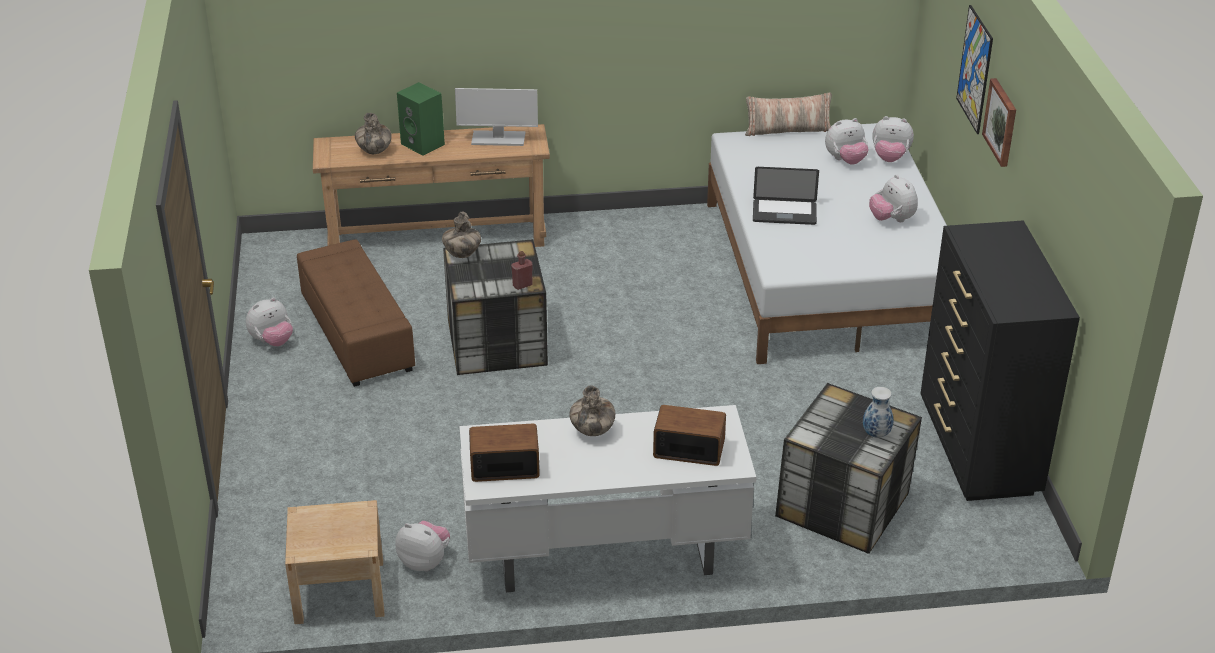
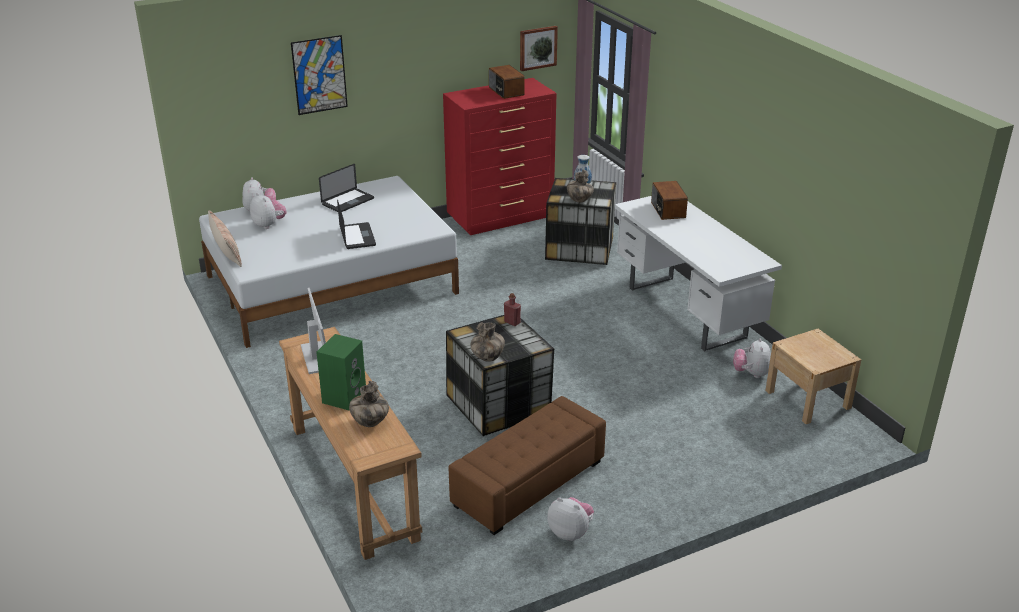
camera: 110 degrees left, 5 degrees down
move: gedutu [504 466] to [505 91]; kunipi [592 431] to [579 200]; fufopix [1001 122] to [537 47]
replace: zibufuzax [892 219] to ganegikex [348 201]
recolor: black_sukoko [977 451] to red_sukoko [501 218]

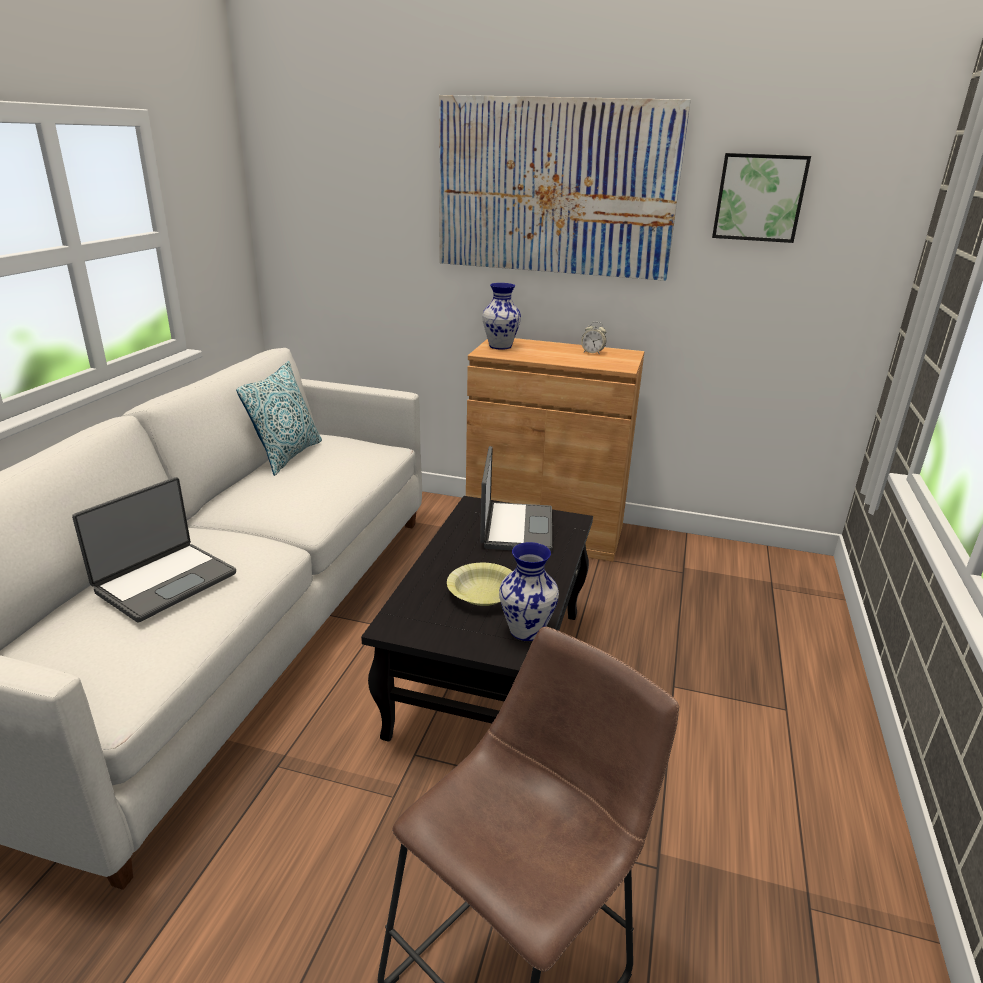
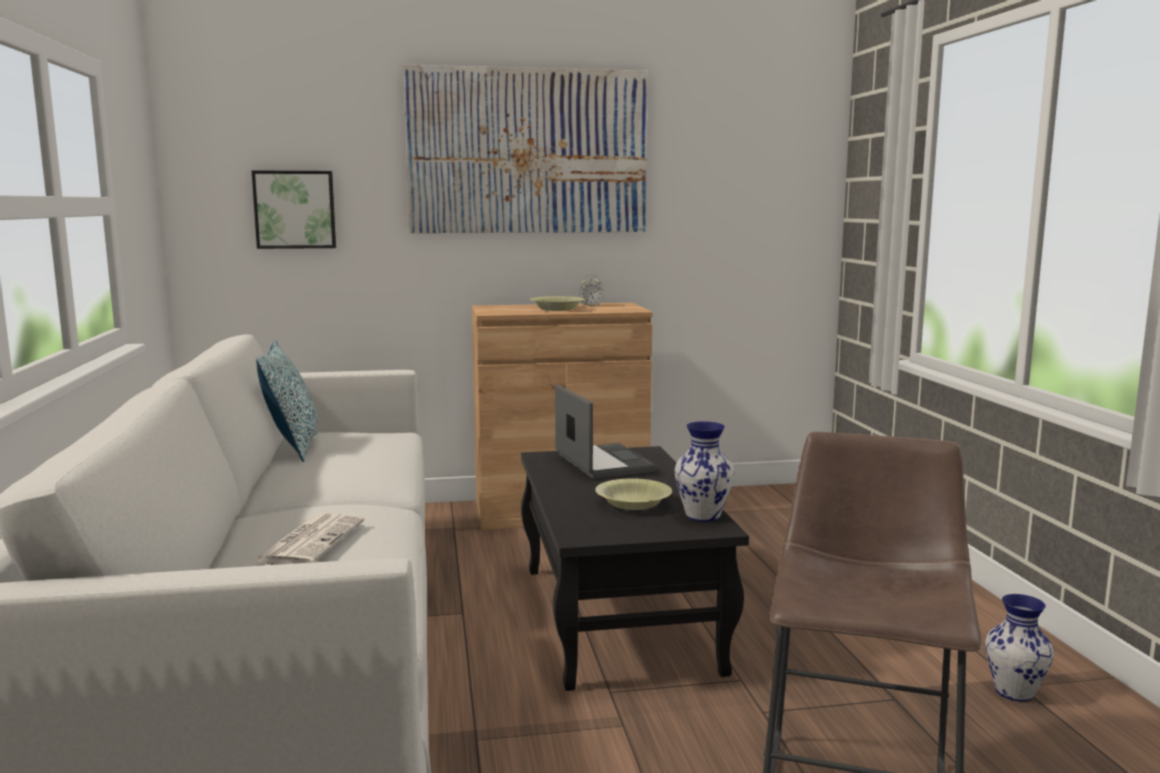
camera: 25 degrees left, 15 degrees down
insert: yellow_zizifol [557 309]
move: kunipi [499 346] to [1013 692]; fufopix [759 197] to [295 209]
replace: ganegikex [165 582] to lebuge [310 541]

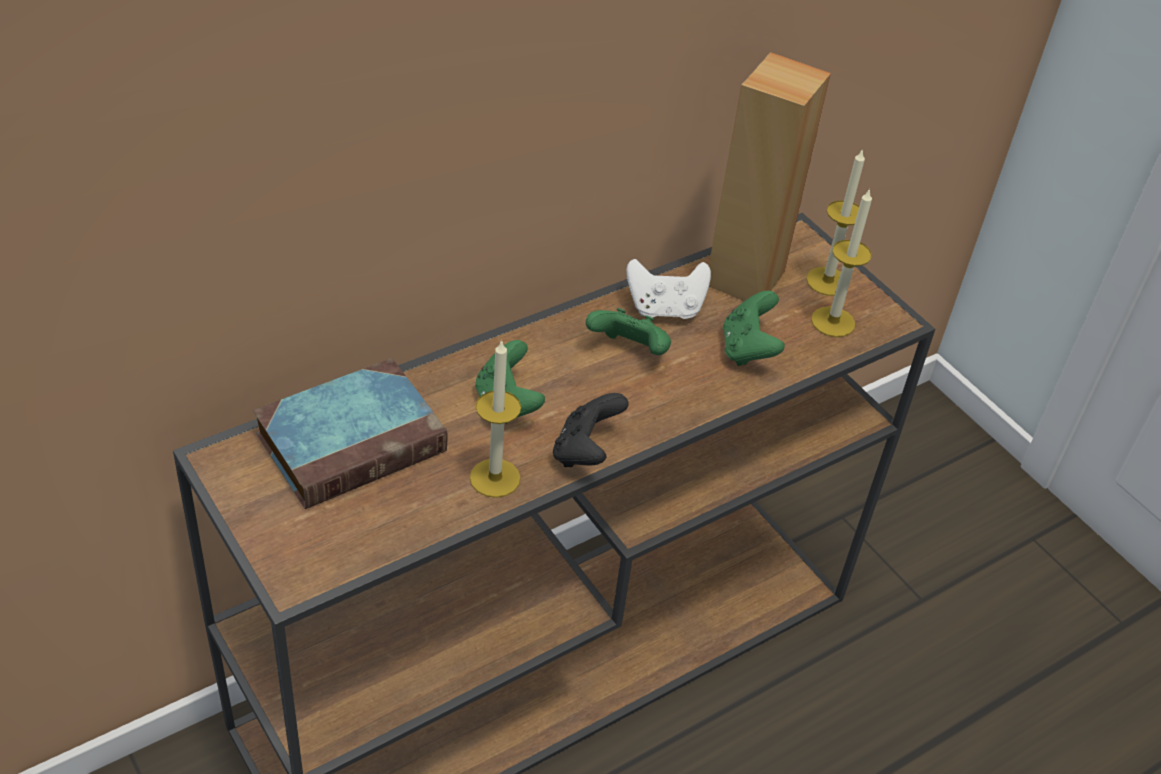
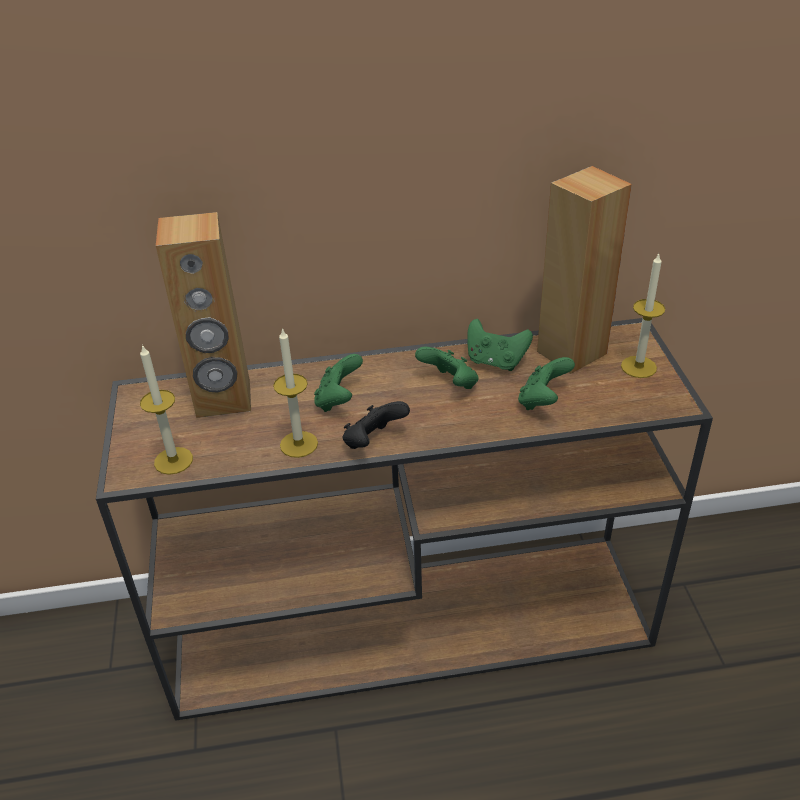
camera: 30 degrees right, 5 degrees down
move: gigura [833 322] to [173 460]
replace: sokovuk [354 440] to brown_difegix [223 399]
recolor: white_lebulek [665 309] to green_lebulek [495 361]

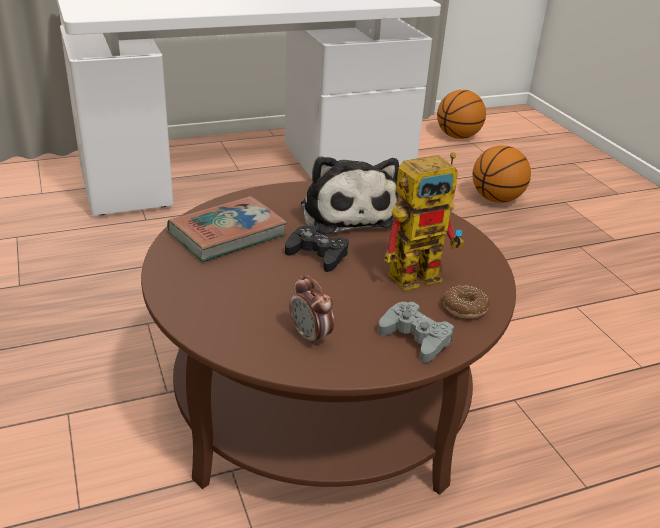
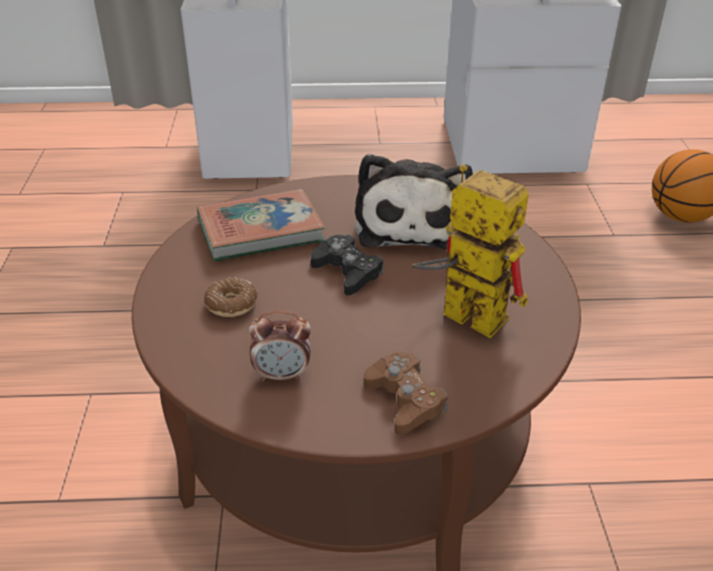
camera: 20 degrees right, 5 degrees up
delete: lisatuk [458 136]
move: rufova [464 308] to [231 304]
recolor: grey_lebulek [415 338] to brown_lebulek [404 400]
rotate: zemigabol [310 337] = [282 375] 75 degrees counterclockwise; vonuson [421 272] = [460 314] 135 degrees counterclockwise

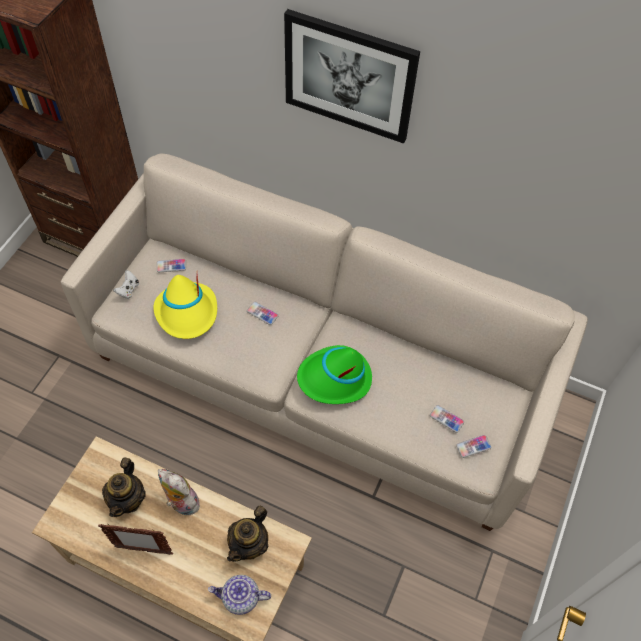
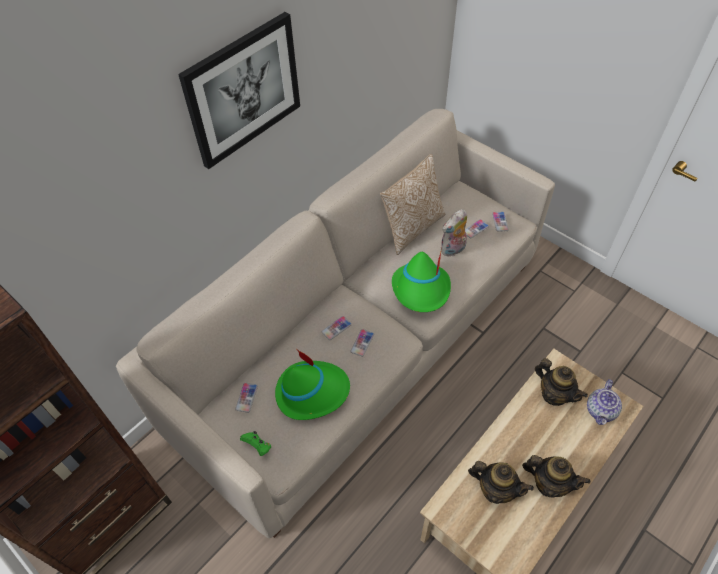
camera: 70 degrees left, 5 degrees down
insert: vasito [362 343]; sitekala [412 228]
move: zibufuzax [181 503] to [453 250]
replace: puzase [143 550] to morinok [549 483]
recolor: white_lebulek [128 290] to green_lebulek [258 446]; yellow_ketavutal [187 313] to green_ketavutal [312 392]

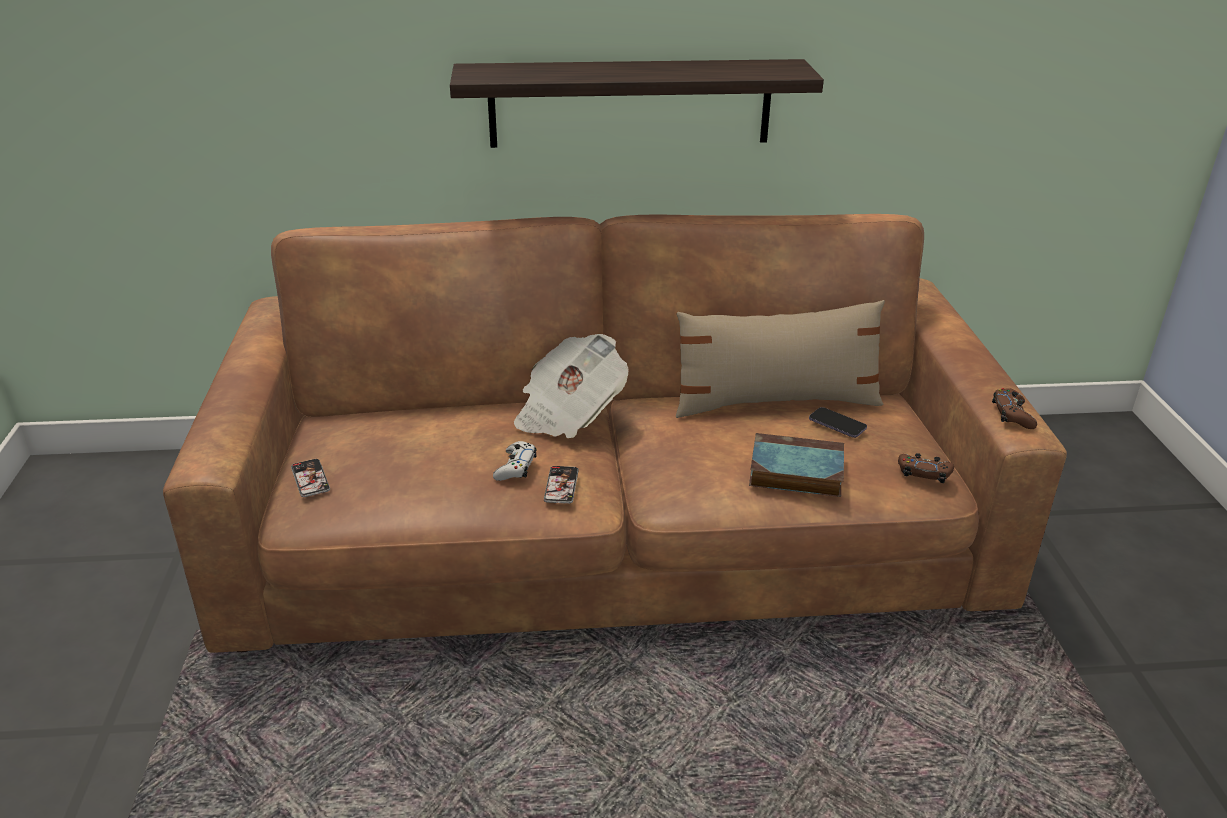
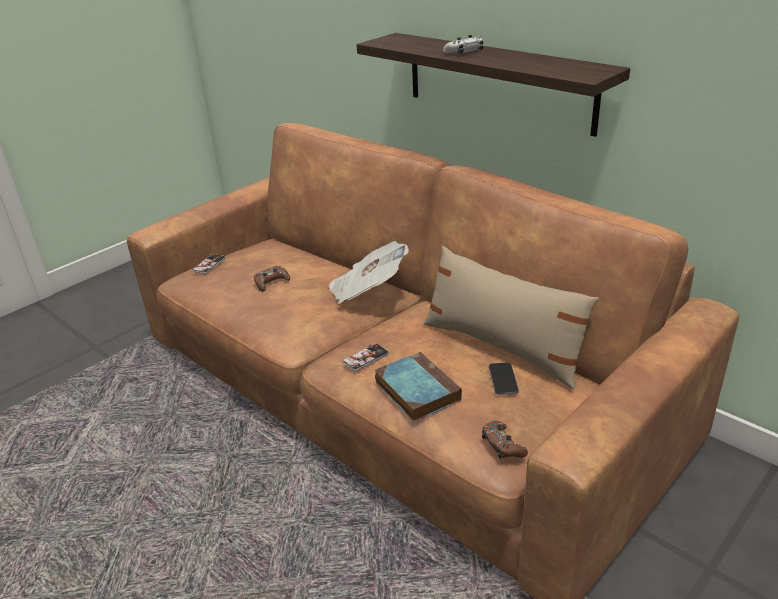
camera: 50 degrees right, 0 degrees up
move: white_lebulek [515 467] to [464 52]; vasito [561 485] to [366 358]; brown_lebulek [1012 415] to [271 282]

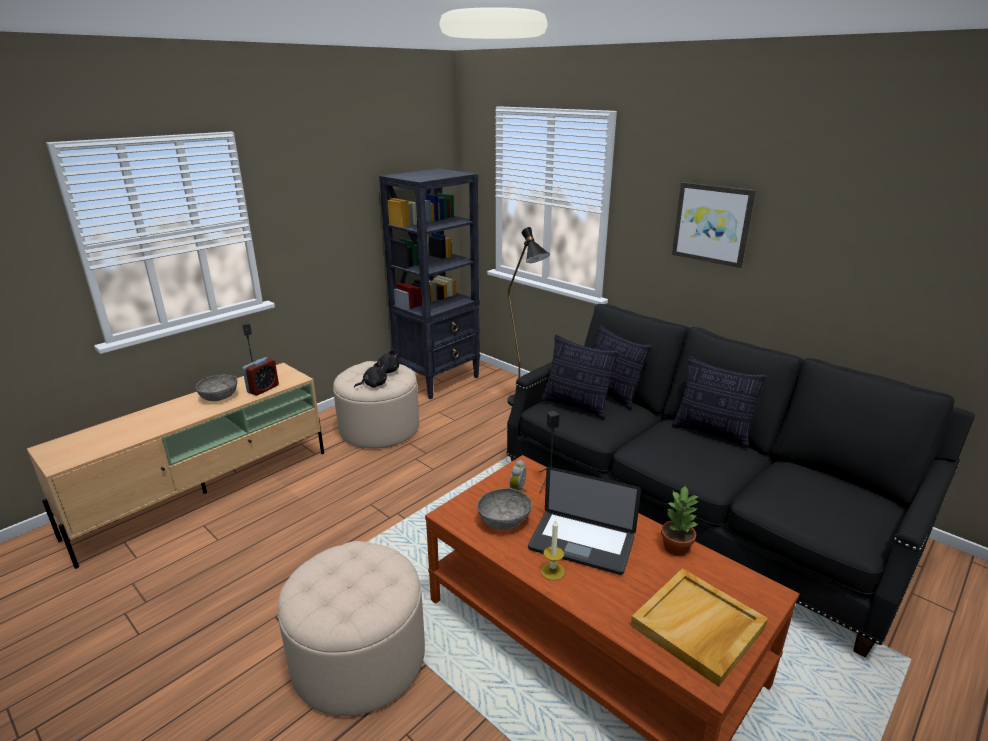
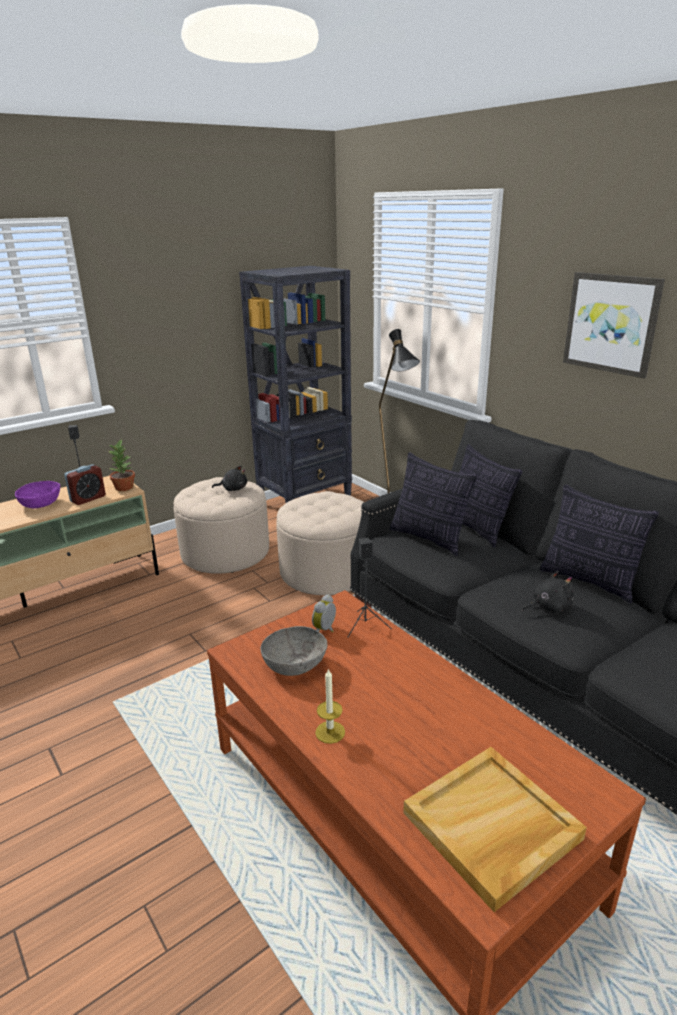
camera: 10 degrees right, 0 degrees up
delete: ganegikex [581 543]
move: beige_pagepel [359 658] to [326 571]; black_zibufuzax [373 385] to [549 607]; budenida [676 547] to [125 487]
recolor: grey_zizifol [219 396] to purple_zizifol [41 504]

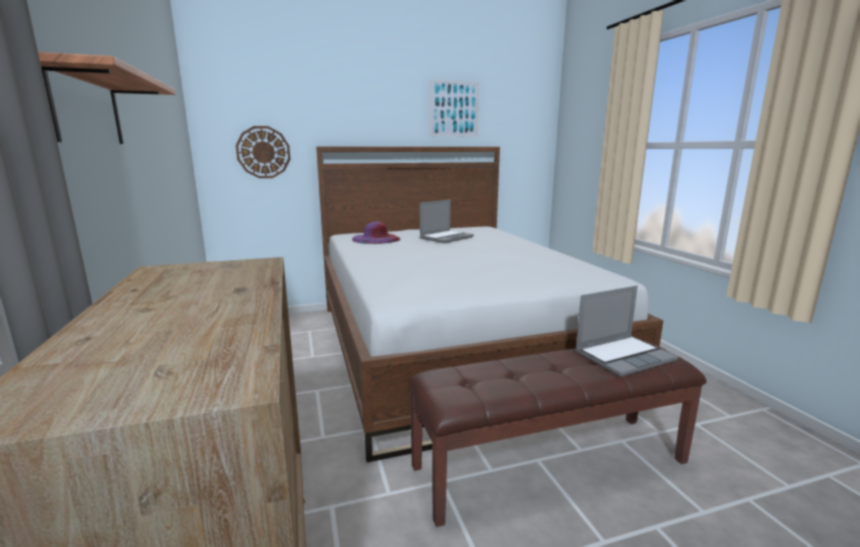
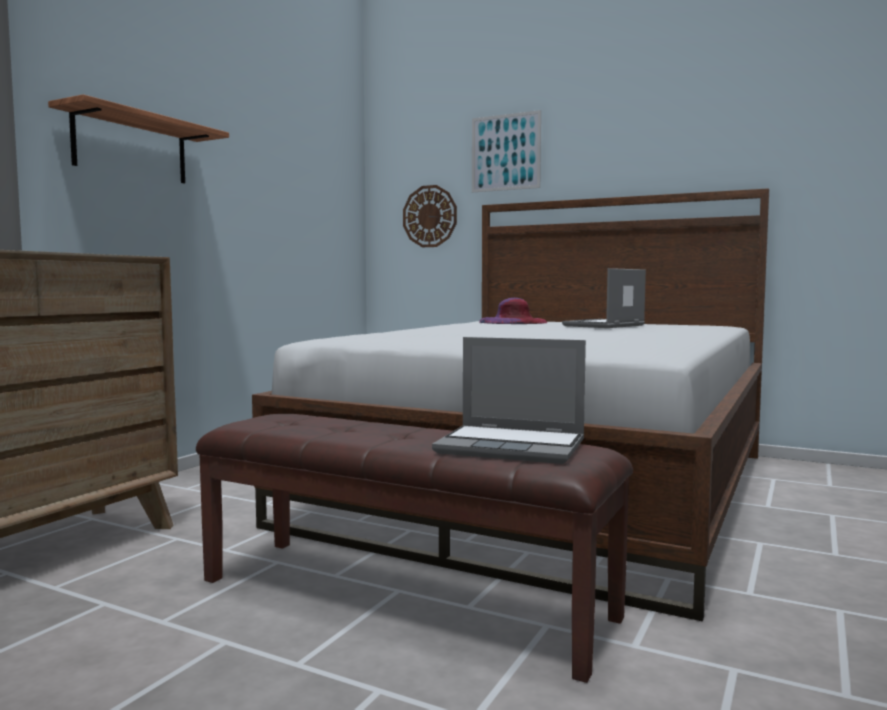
camera: 45 degrees right, 10 degrees down
move: fufopix [454 109] to [505 152]
rotate: ganegikex [446 237] = [604 326] 135 degrees clockwise

